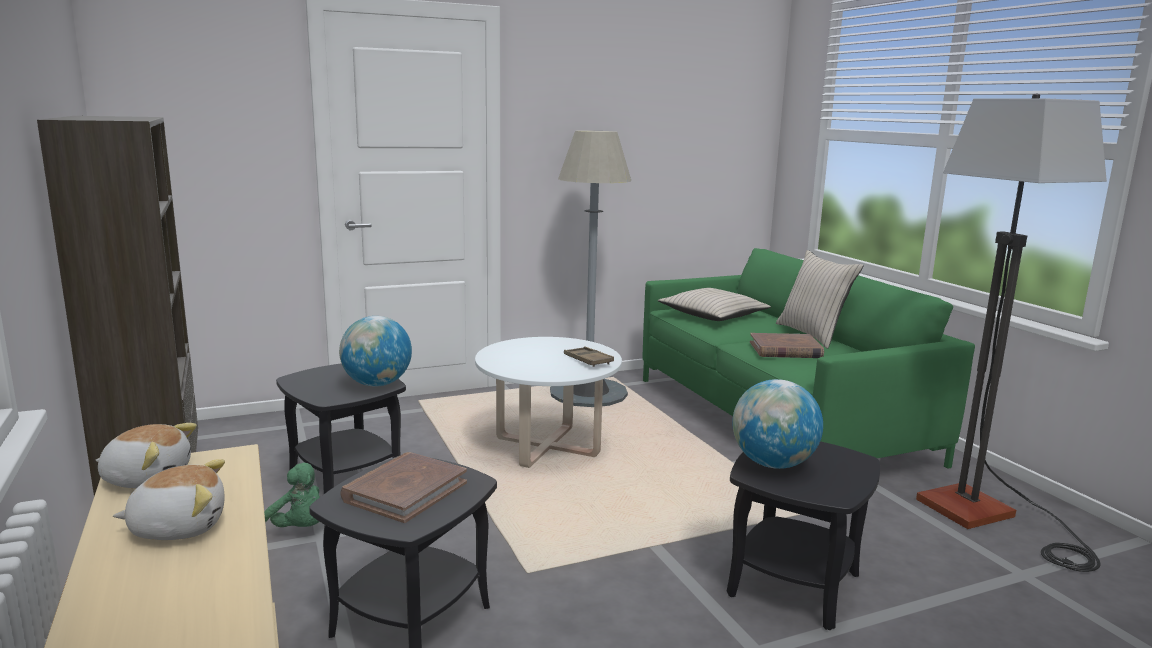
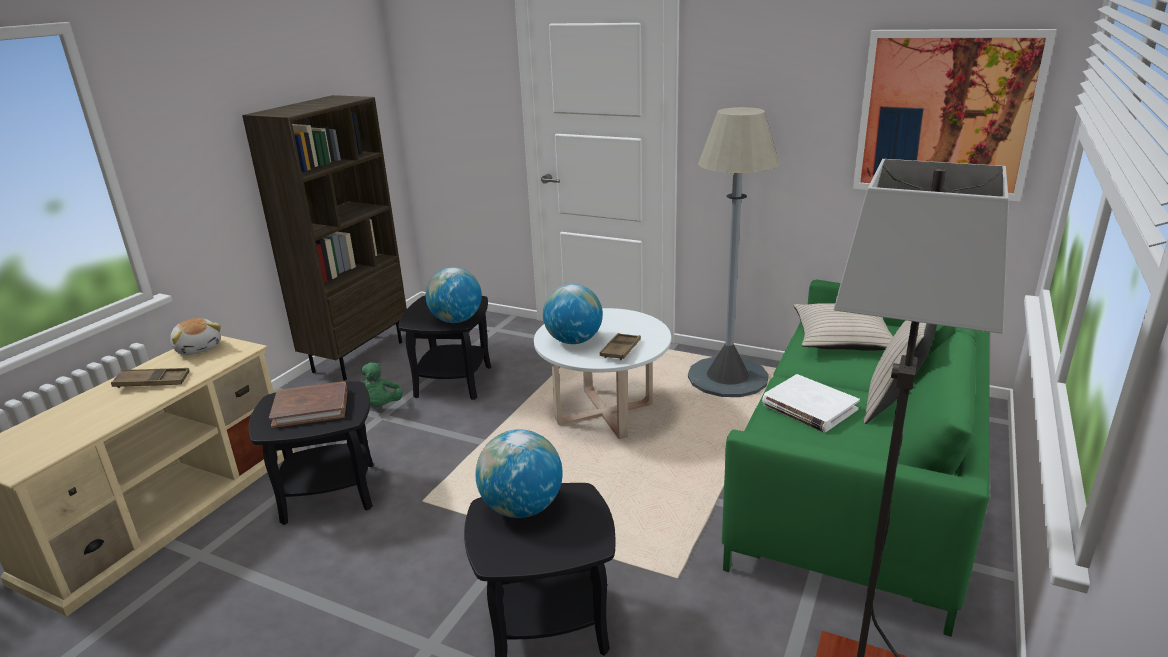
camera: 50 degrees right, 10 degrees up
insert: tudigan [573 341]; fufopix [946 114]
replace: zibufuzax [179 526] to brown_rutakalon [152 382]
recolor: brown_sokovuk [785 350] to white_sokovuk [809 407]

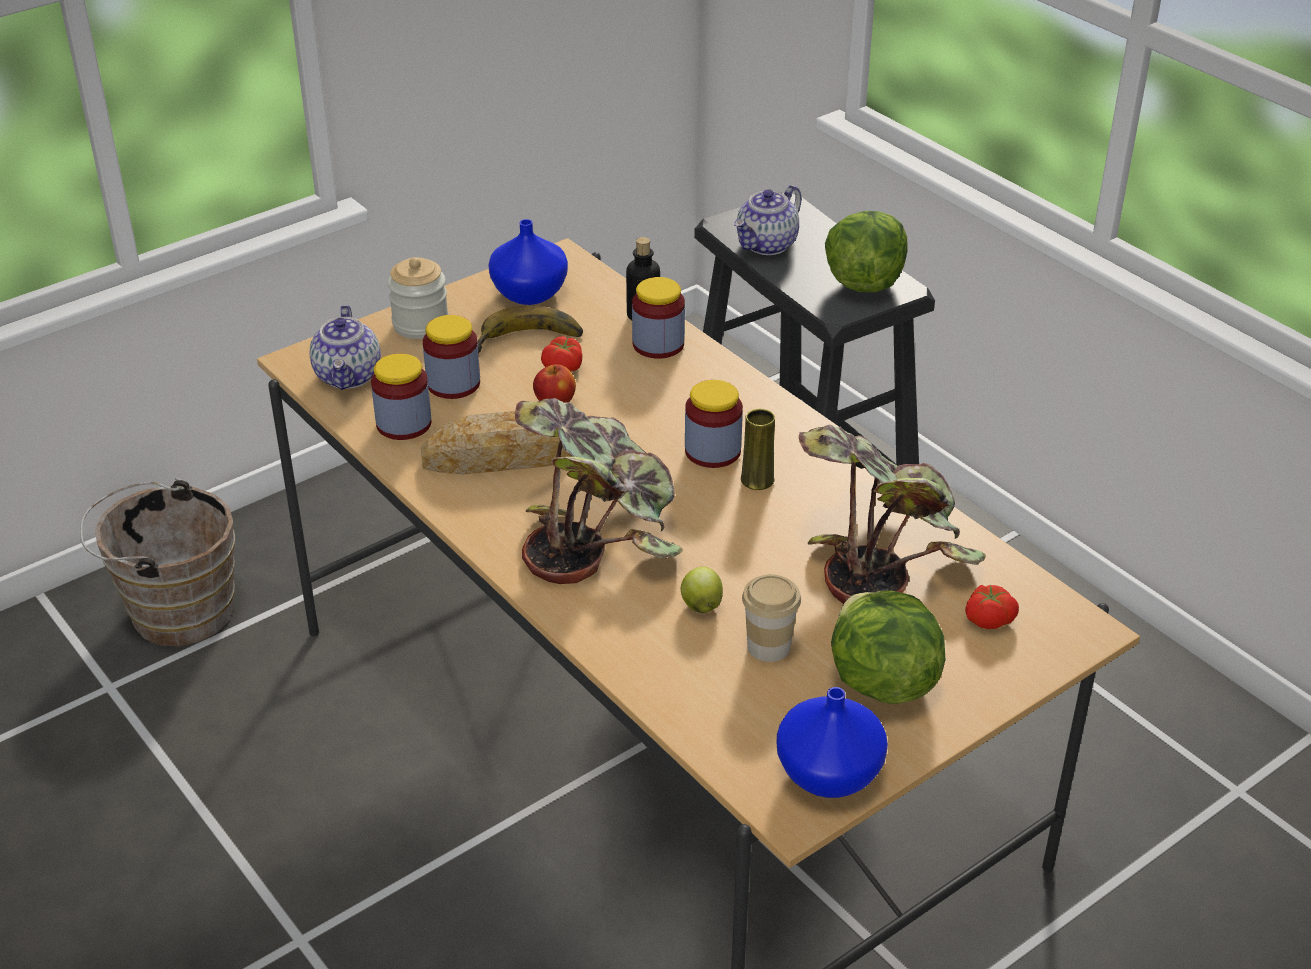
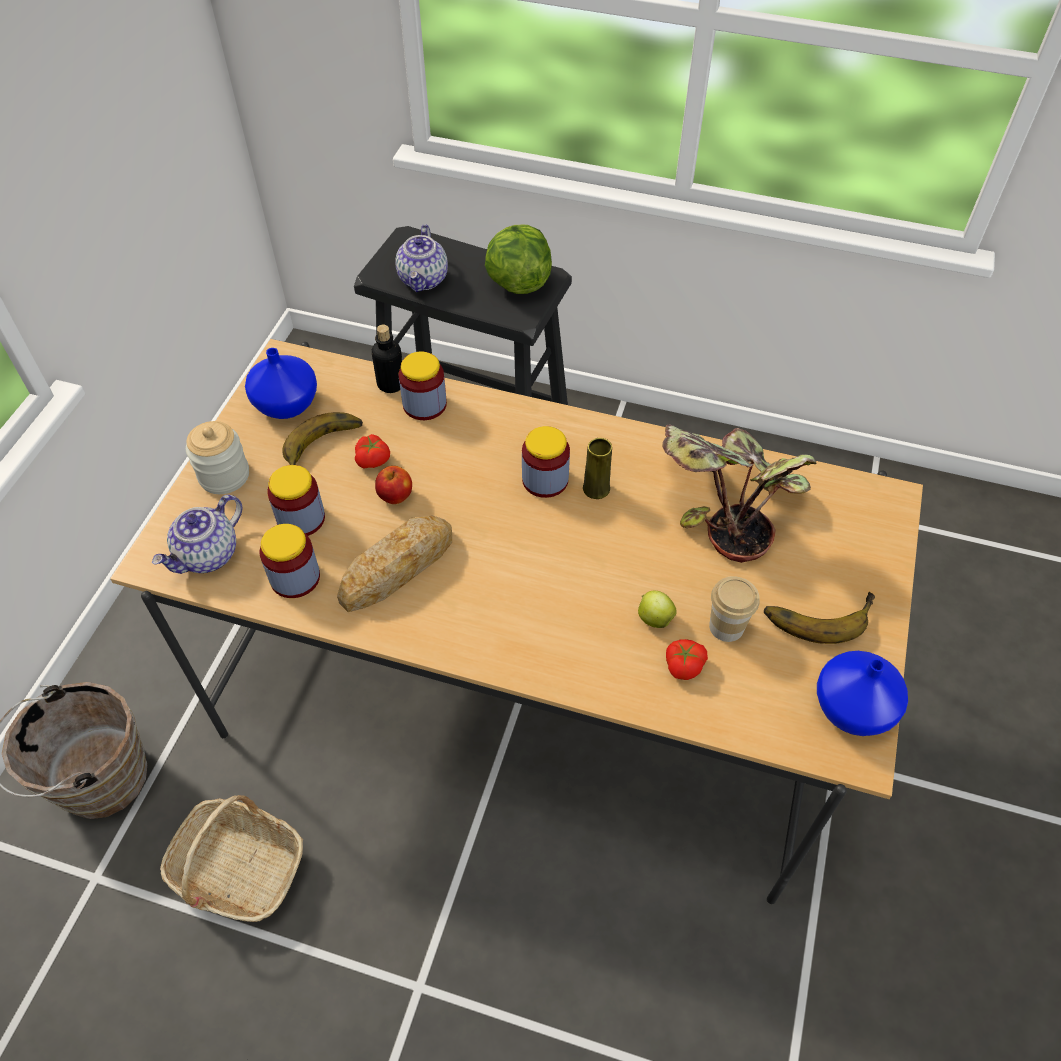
camera: 35 degrees left, 15 degrees up
delete: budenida [598 530]
insert: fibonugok [238 868]
move: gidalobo [988 618] to [683 665]
replace: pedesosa [880 682] to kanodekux [817 613]
rotate: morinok [349 376] = [208 555] 75 degrees clockwise

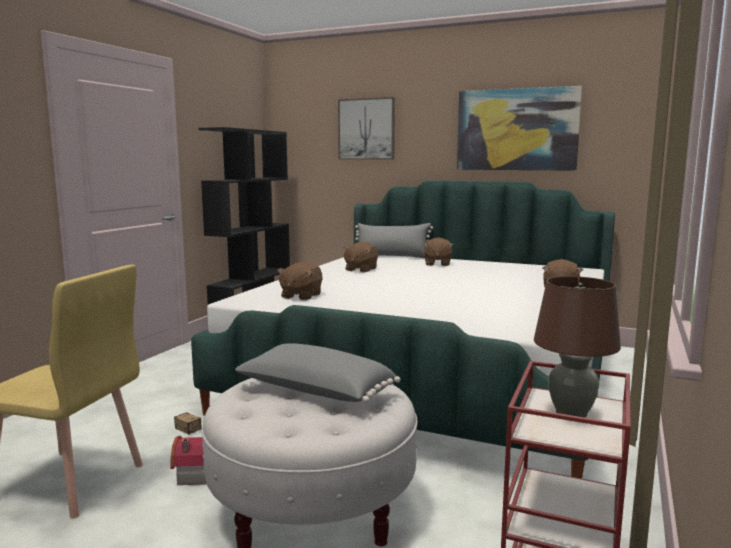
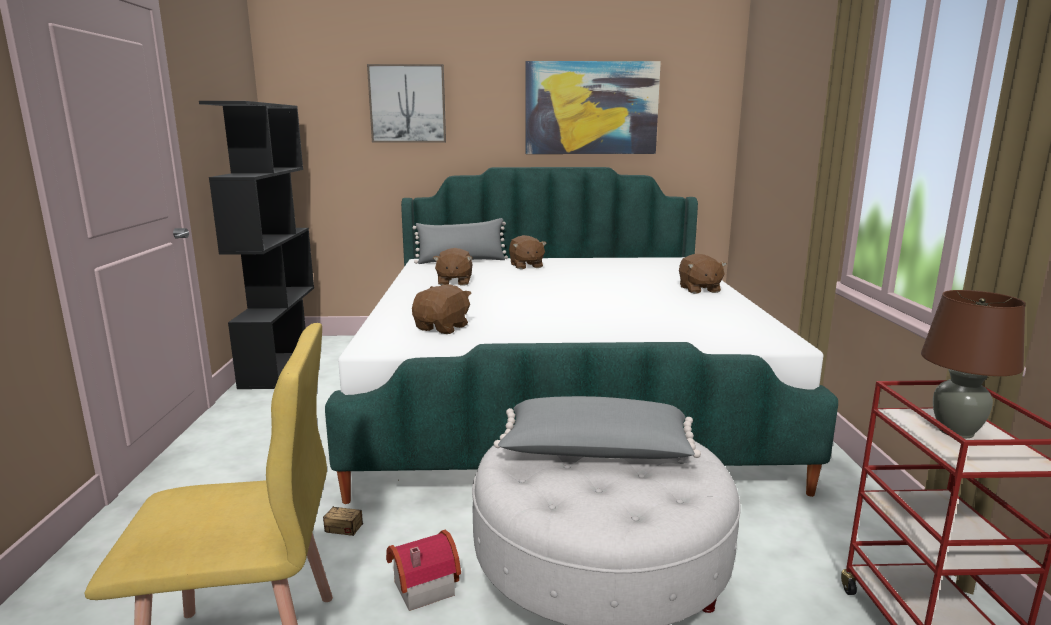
camera: 25 degrees left, 5 degrees up
rotate: brown_zibufuzax [300 296] = [443 328] 150 degrees counterclockwise

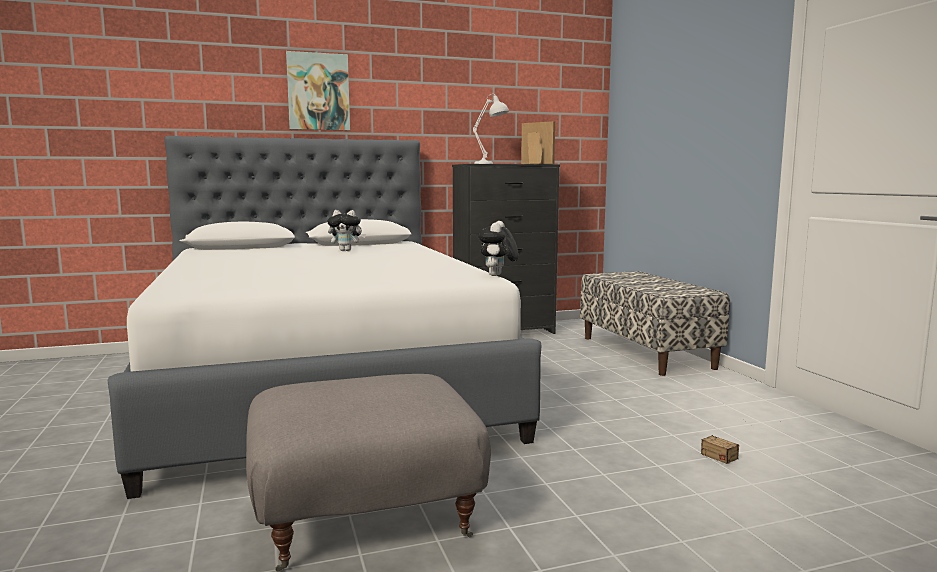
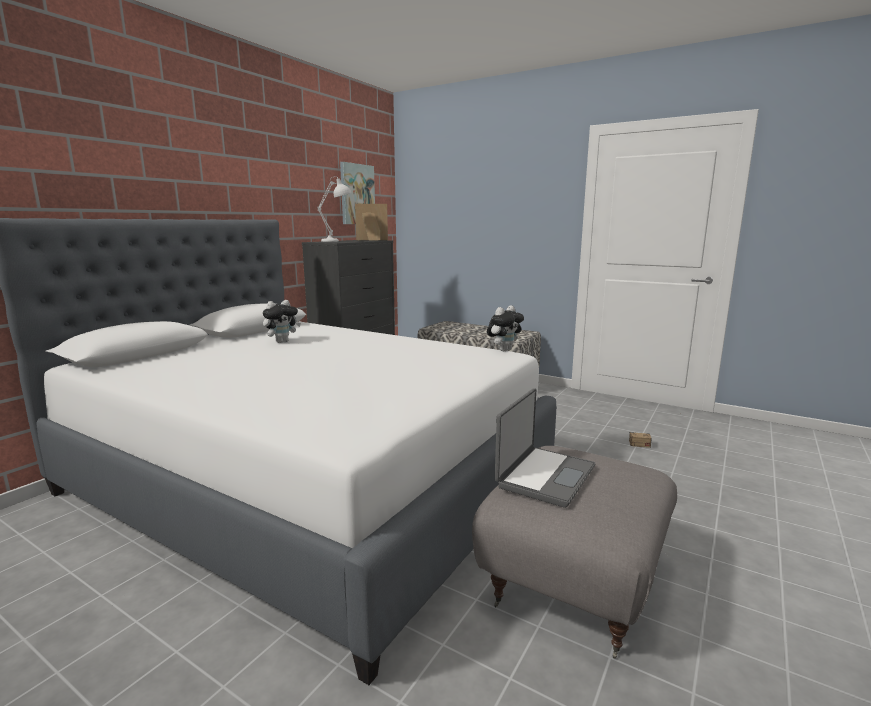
camera: 40 degrees left, 5 degrees up
insert: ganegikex [544 476]
move: fufopix [318 92] to [357 194]
rotate: zibufuzax [498 275] = [504 350] 105 degrees counterclockwise

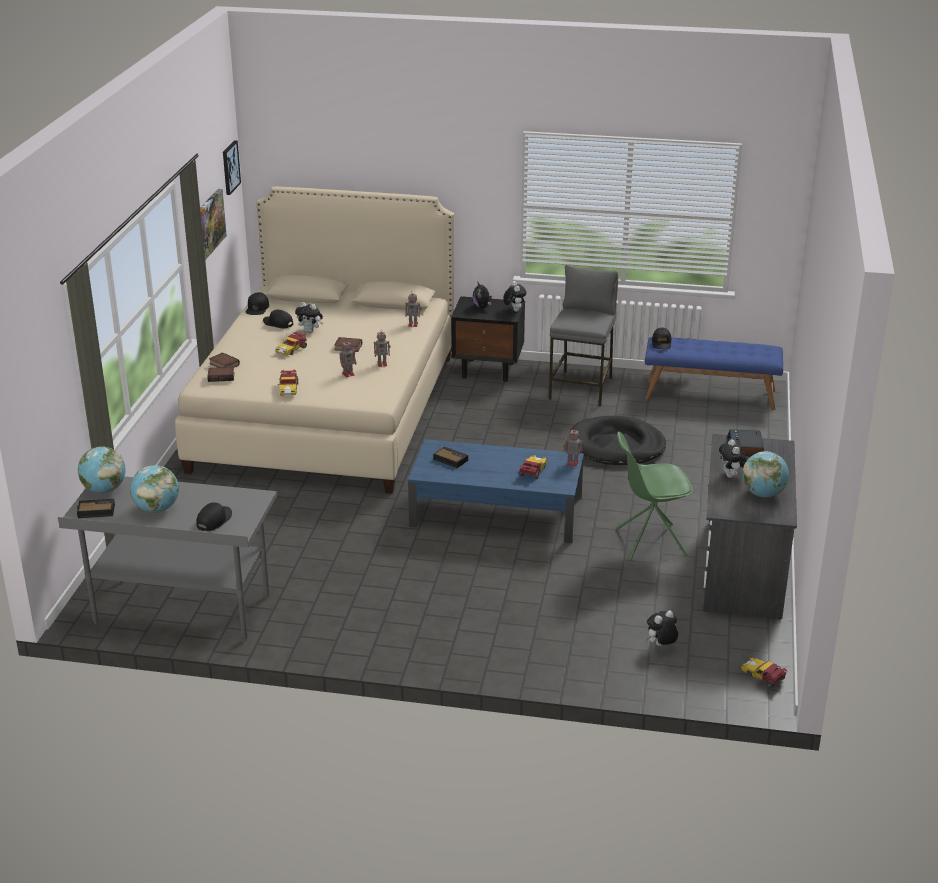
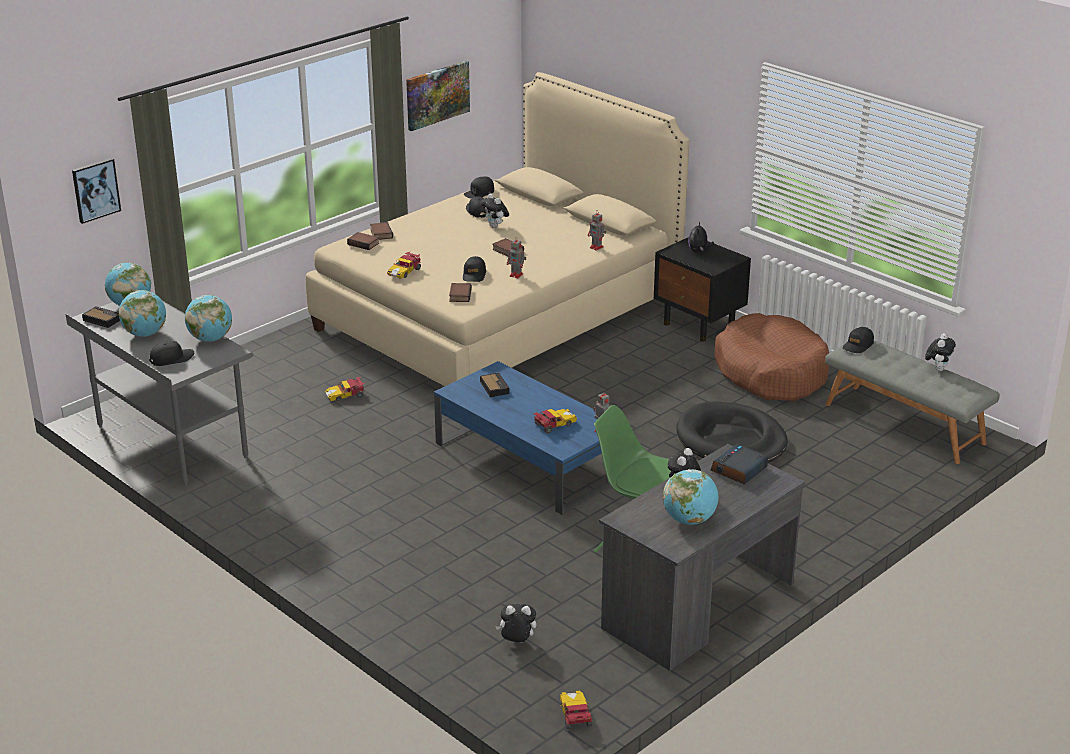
camera: 35 degrees right, 0 degrees up
insert: tudigan [210 339]; sokovuk [459 295]
move: fufopix [230 167] to [95 190]; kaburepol [292 349] to [346 395]; zibufuzax [514 310] to [938 369]
replace: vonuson [348 374] to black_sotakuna [474 275]; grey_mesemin [582 388] to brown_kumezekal [771 372]
recolor: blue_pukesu [710 394] to grey_pukesu [905 423]

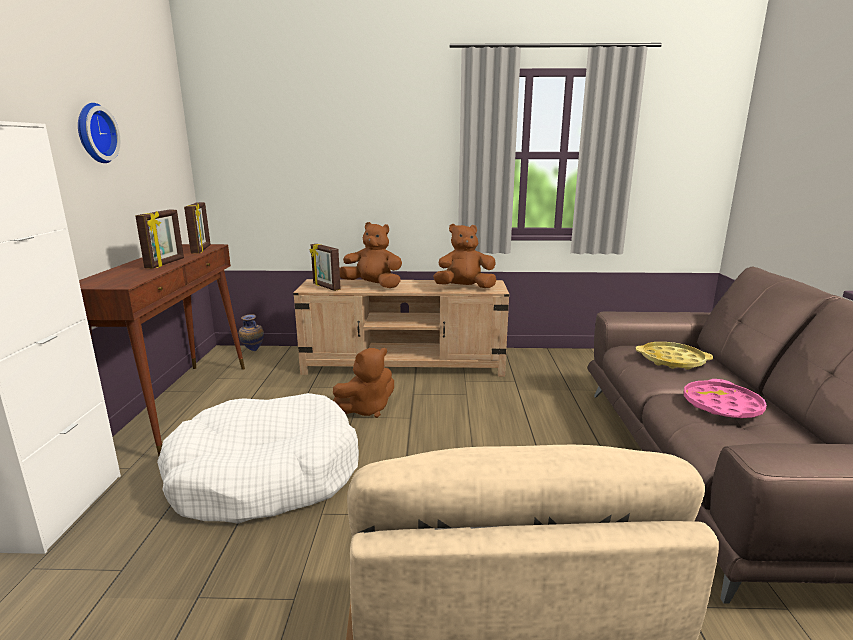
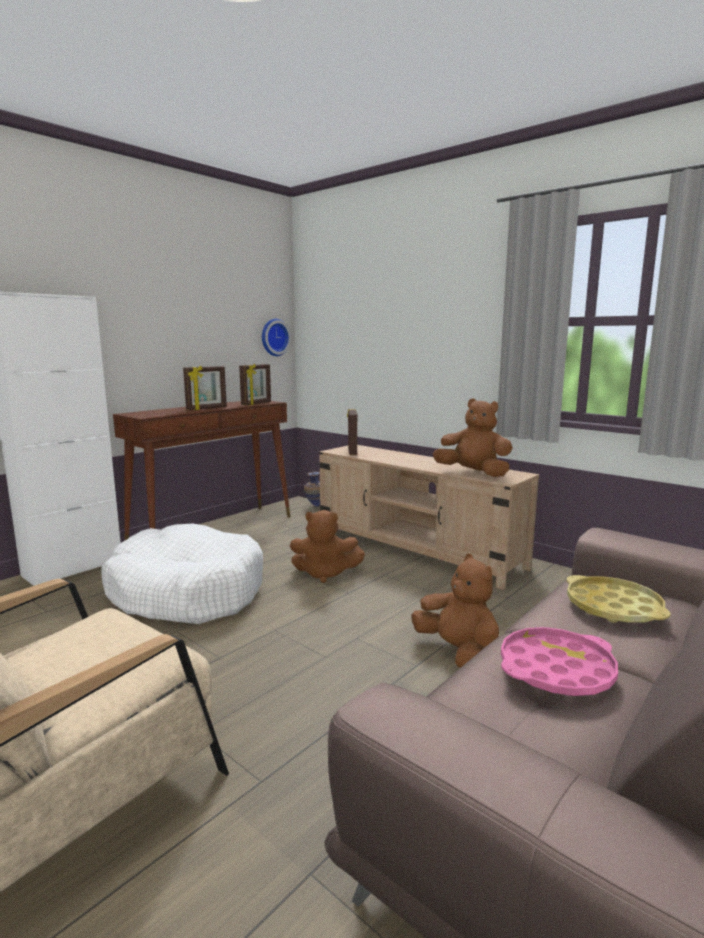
camera: 40 degrees right, 5 degrees down
move: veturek [94 133] to [274 337]; brown_zibufuzax [373 286] to [457 652]

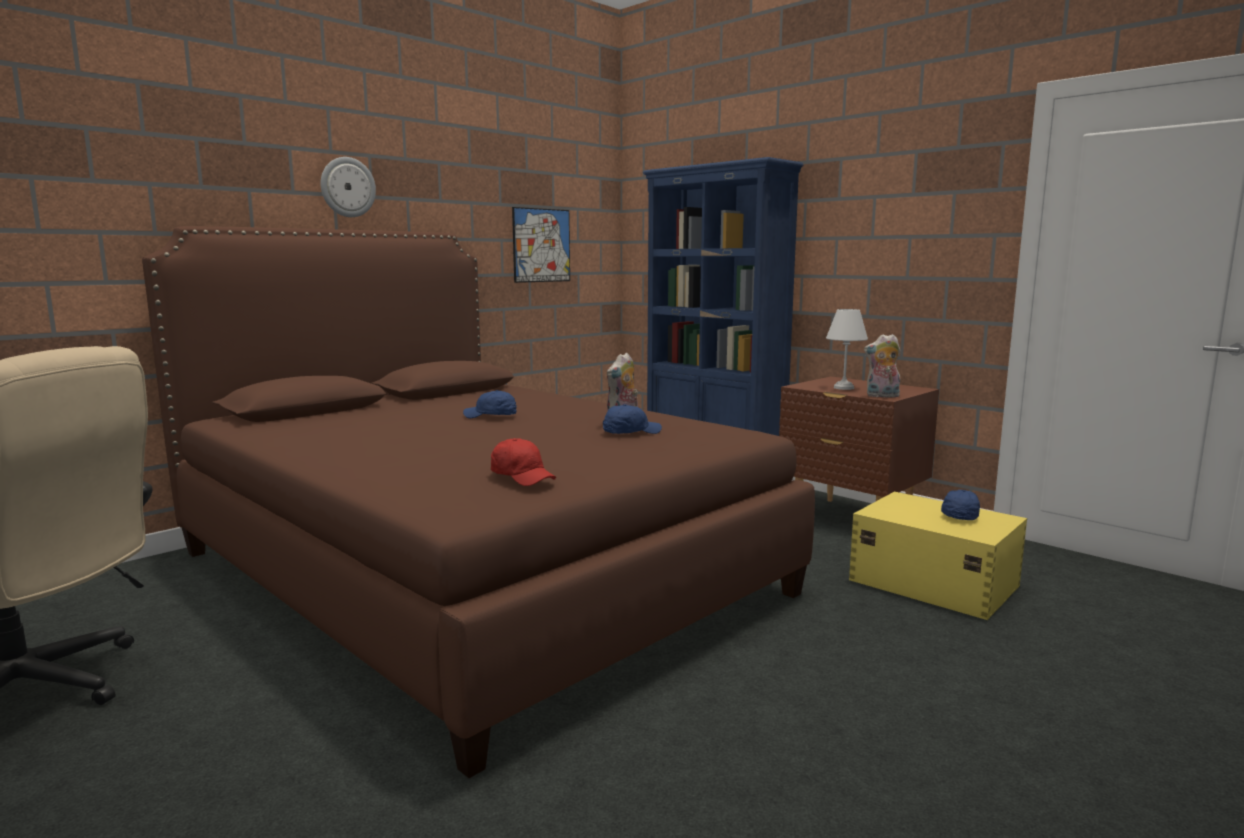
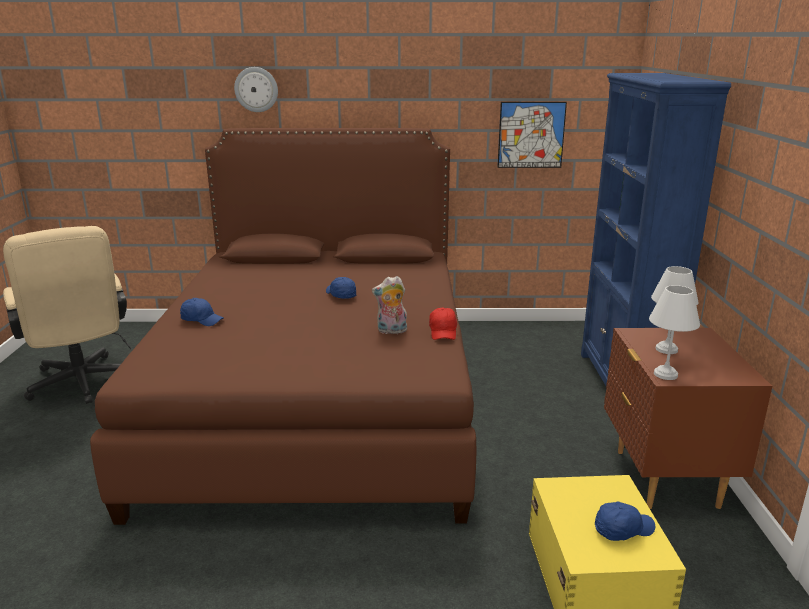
camera: 45 degrees right, 10 degrees up
move: veturek [347 187] to [256 89]; red_sotakuna [523 477] to [443 332]; blue_sotakuna [630 433] to [202 320]
replace: zibufuzax [882 396] to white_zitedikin [666 374]

